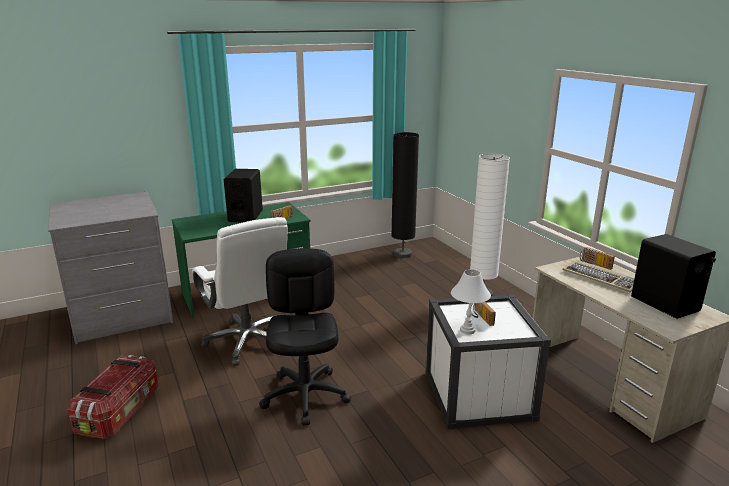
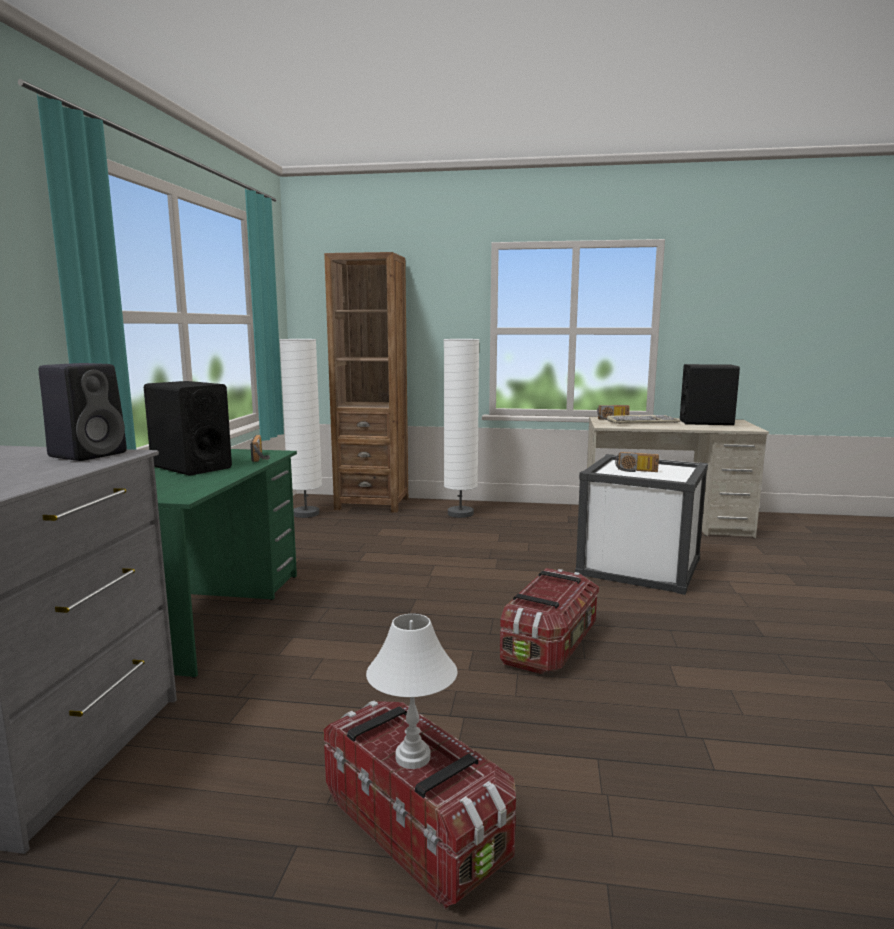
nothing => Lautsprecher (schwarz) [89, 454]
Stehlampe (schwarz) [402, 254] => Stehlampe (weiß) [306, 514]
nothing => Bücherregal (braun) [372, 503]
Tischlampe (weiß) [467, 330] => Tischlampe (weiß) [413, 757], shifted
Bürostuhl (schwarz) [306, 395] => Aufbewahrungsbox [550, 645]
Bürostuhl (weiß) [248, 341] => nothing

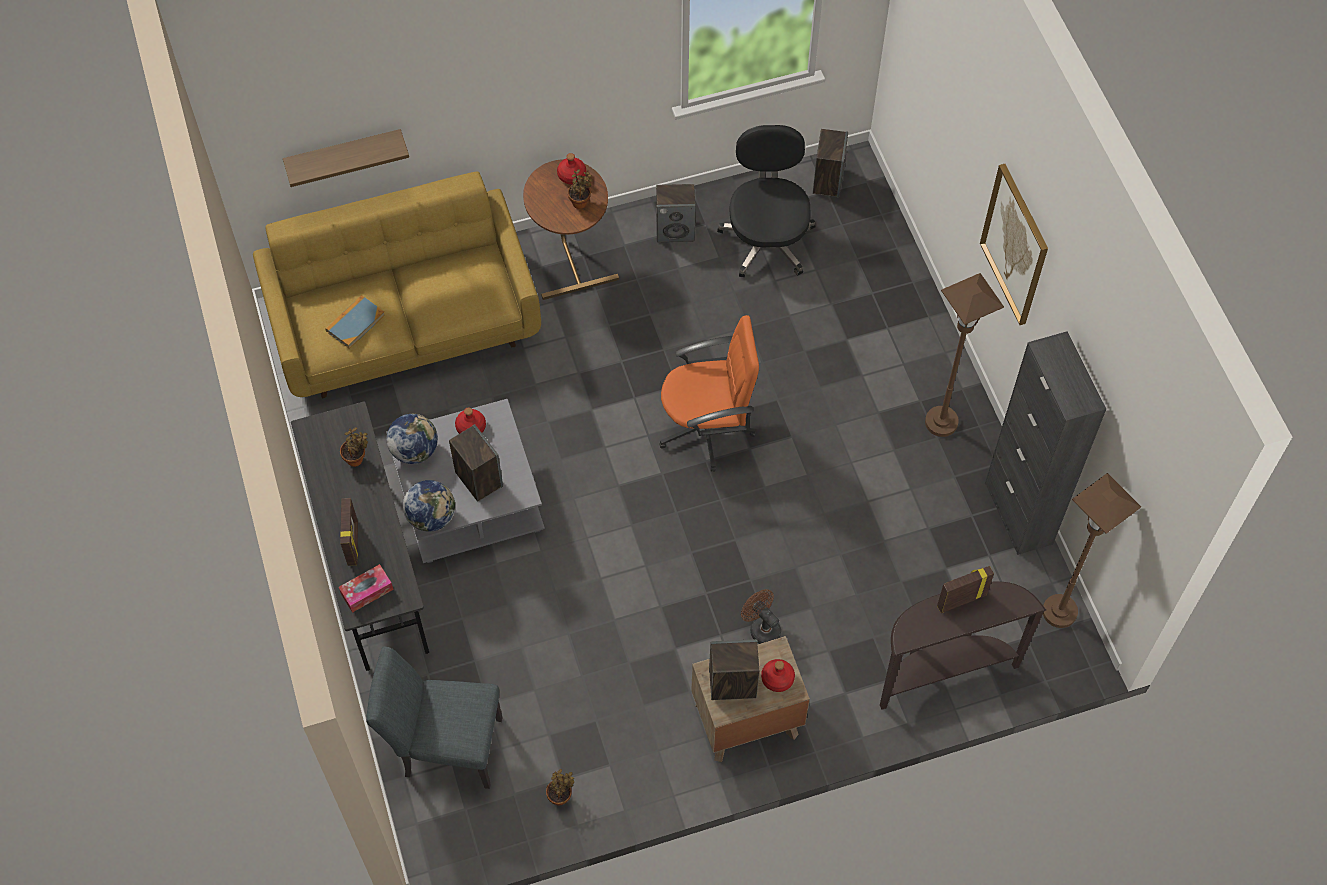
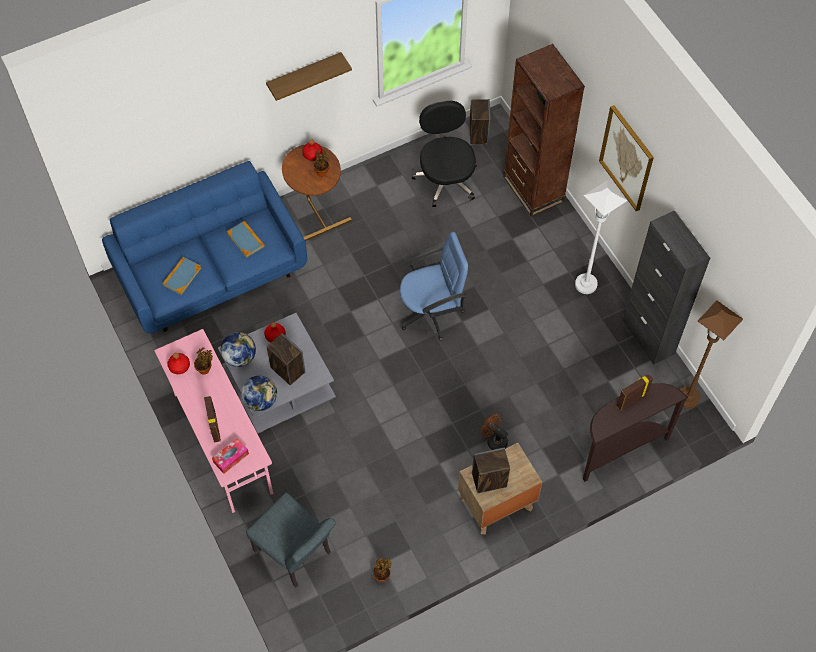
Sofa (gelb) [405, 324] => Sofa (blau) [211, 272]
Schreibtisch (grau) [371, 568] => Schreibtisch (rosa) [222, 443]
Flasche (rot) [777, 679] => Flasche (rot) [179, 366], shifted
nothing => Buch [246, 240]
Stuhl (grau) [444, 746] => Stuhl (grau) [296, 555], 135 degrees counterclockwise
Wandregal [344, 155] => Wandregal [304, 76], shifted
Bürostuhl (orange) [707, 428] => Bürostuhl (blau) [431, 312]
nothing => Bücherregal (braun) [533, 189]
Stehlampe (braun) [941, 422] => Stehlampe (weiß) [586, 284]
Lautsprecher [675, 230] => nothing

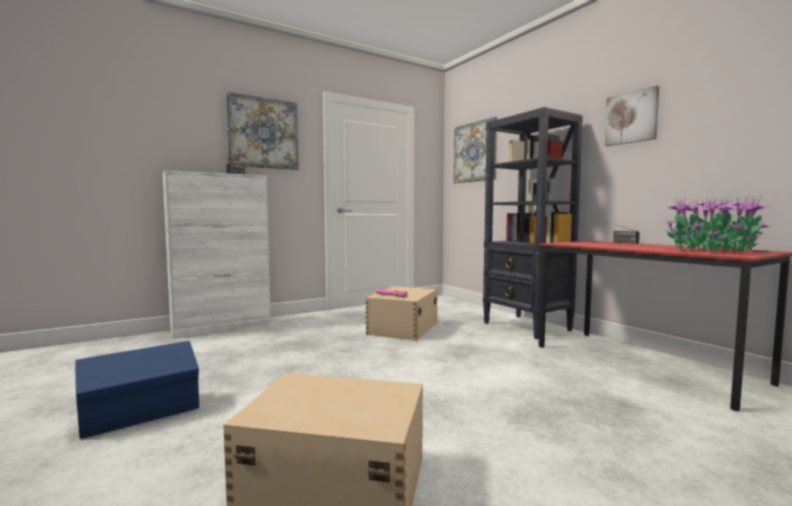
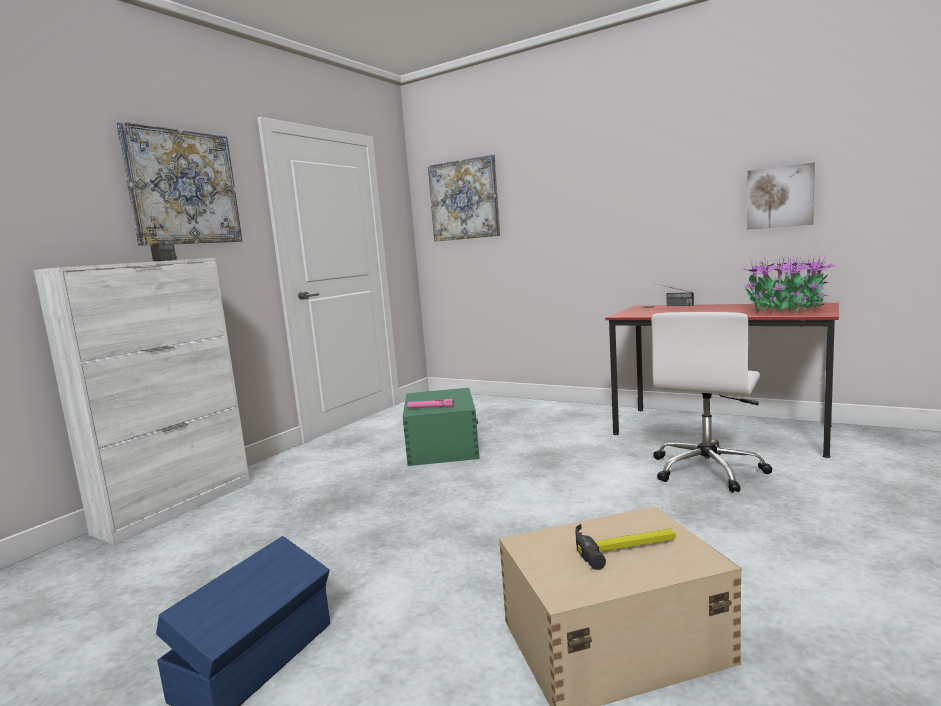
Aufbewahrungsbox (beige) [402, 328] => Aufbewahrungsbox (grün) [442, 447]
nothing => Hammer [625, 546]
nothing => Bürostuhl (weiß) [707, 470]
Bild [631, 118] => Bild [780, 197], shifted
Bücherregal (schwarz) [527, 327] => nothing

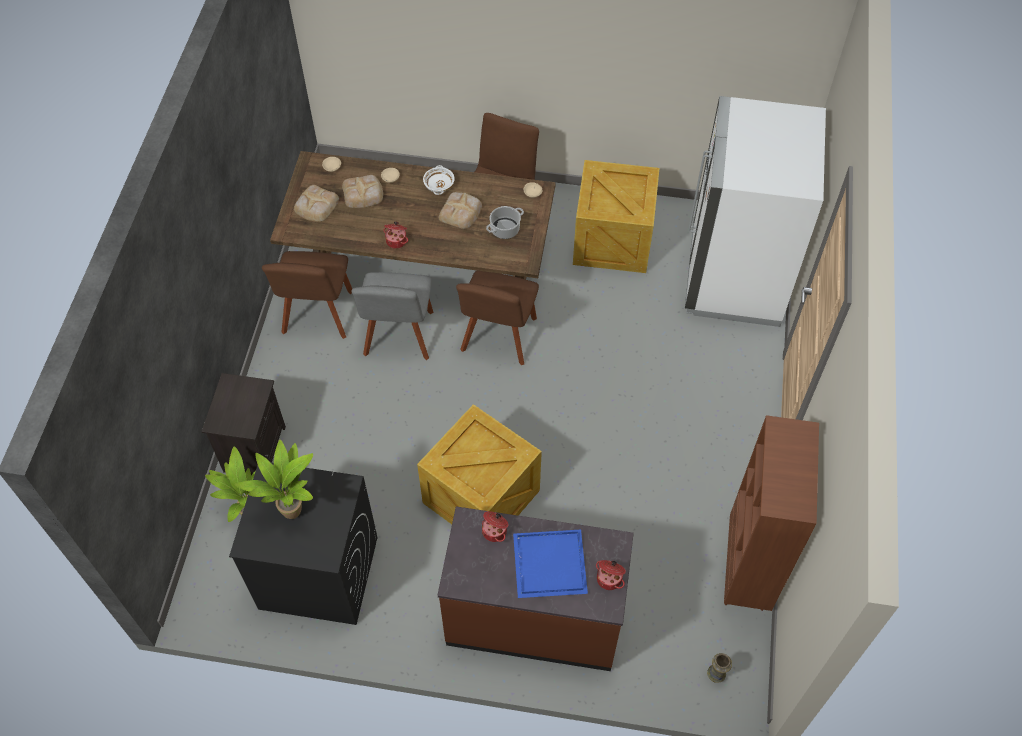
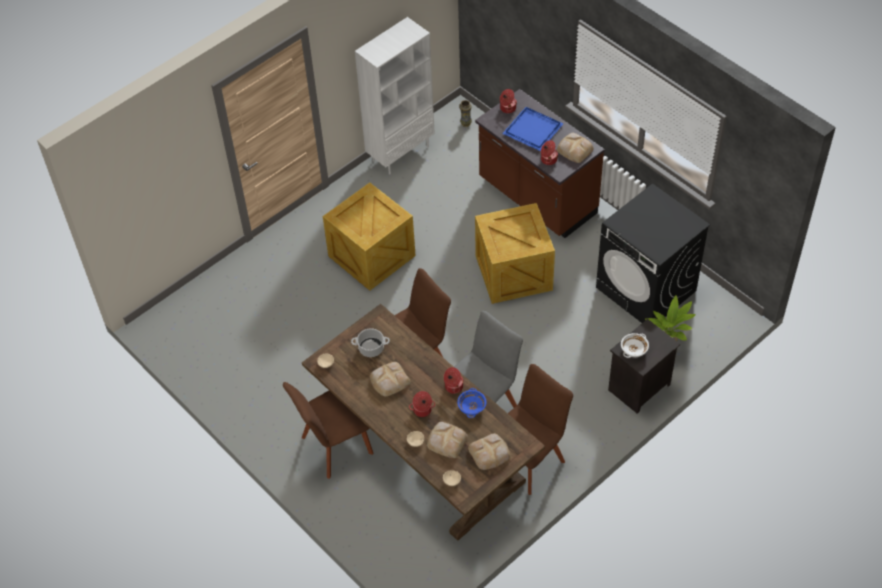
Kiste [613, 241] => Kiste [372, 255], shifted
Bücherregal (braun) [747, 571] => Bücherregal (weiß) [400, 153]
nothing => Kochtopf [422, 410]
nothing => Schüssel (blau) [471, 406]
nothing => Brot [574, 149]
Schüssel (weiß) [439, 185] => Schüssel (weiß) [634, 350], shifted
Topfpflanze [292, 509] => nothing
Kühlschrank (weiß) [734, 277] => nothing

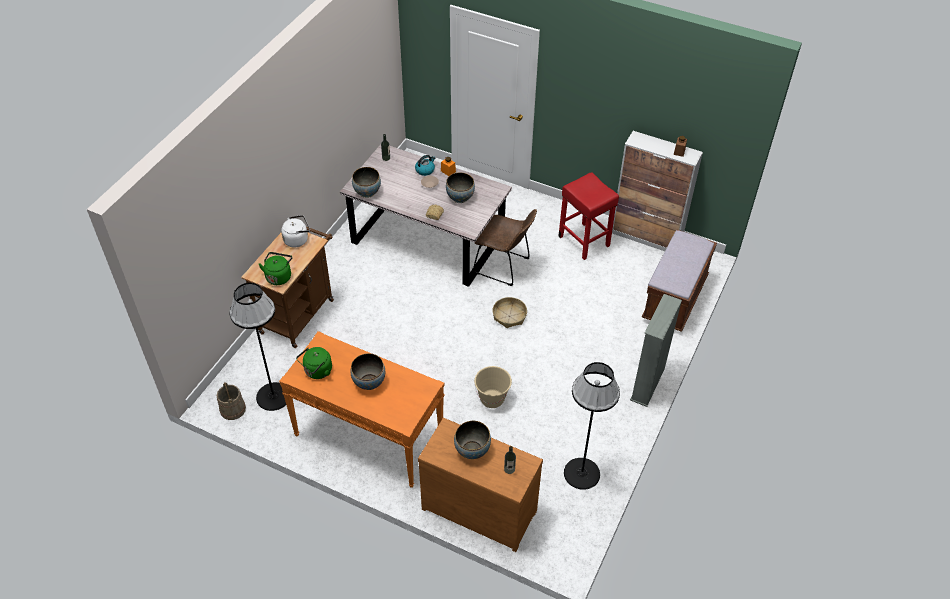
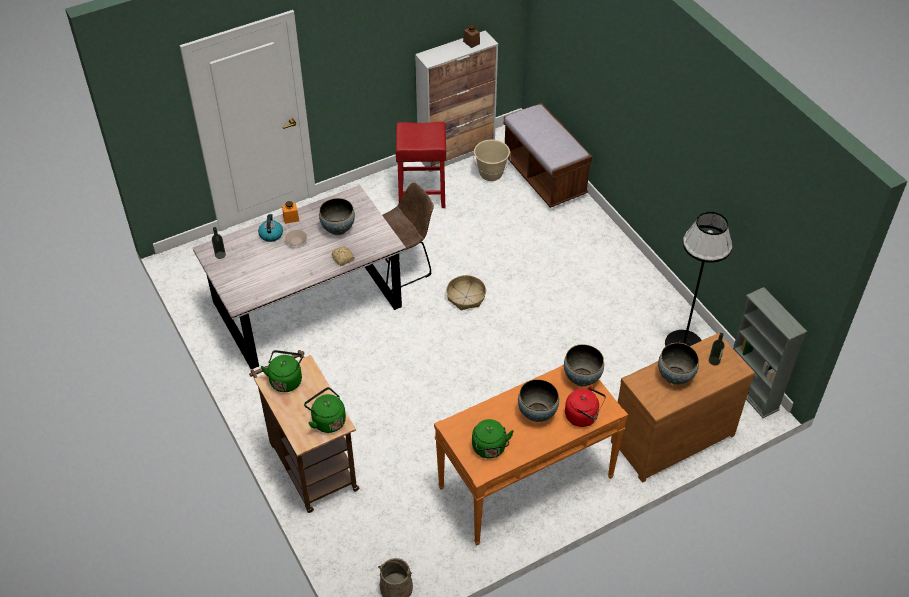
Wasserkessel (weiß) [297, 239] => Wasserkessel (grün) [286, 380]
Eimer (beige) [492, 399] => Eimer (beige) [491, 173], shifted
Schüssel [367, 192] => Schüssel [582, 378], shifted
nothing => Wasserkessel (rot) [583, 416]
Bücherregal (grau) [647, 384] => Bücherregal (grau) [751, 392], shifted
Stehlampe (schwarz) [273, 396] => nothing

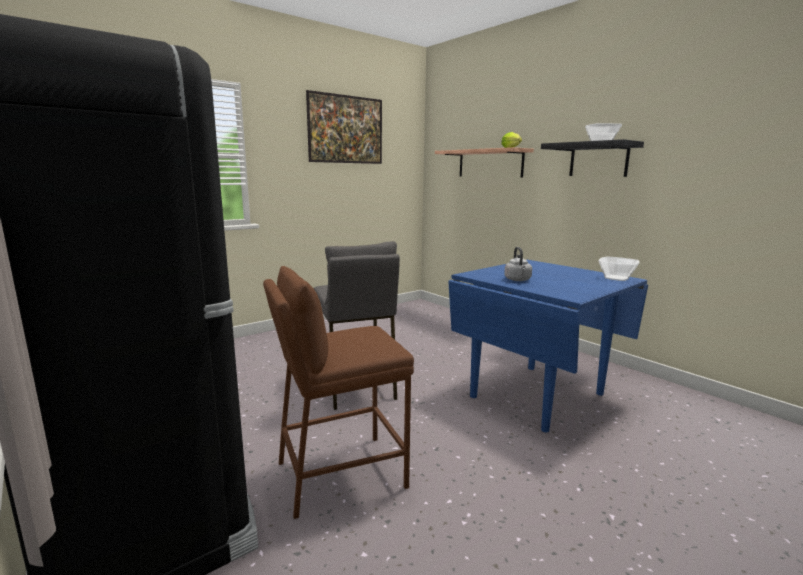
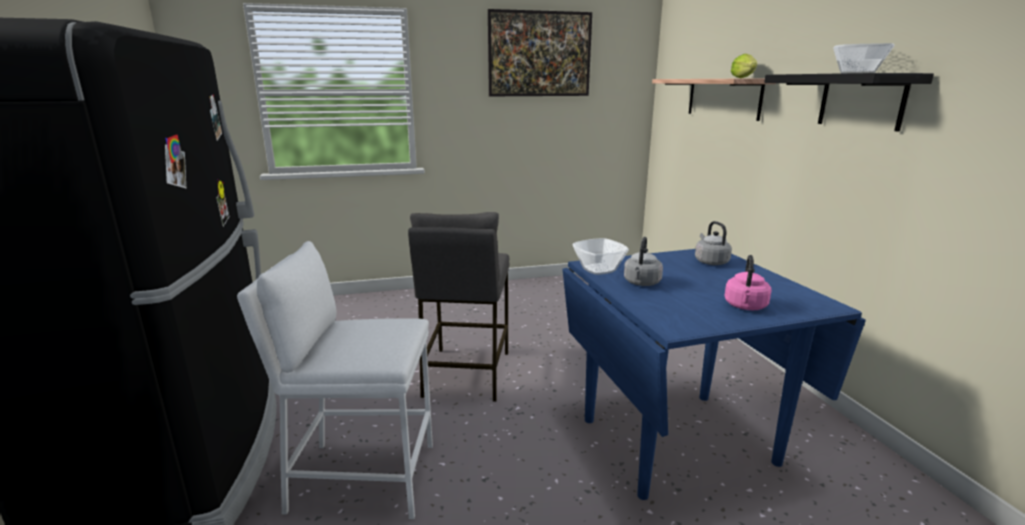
Hocker (braun) [340, 473] => Hocker (weiß) [363, 477]
Schüssel [616, 278] => Schüssel [598, 269], shifted
nothing => Wasserkessel (grau) [710, 261]
nothing => Wasserkessel (rosa) [745, 307]

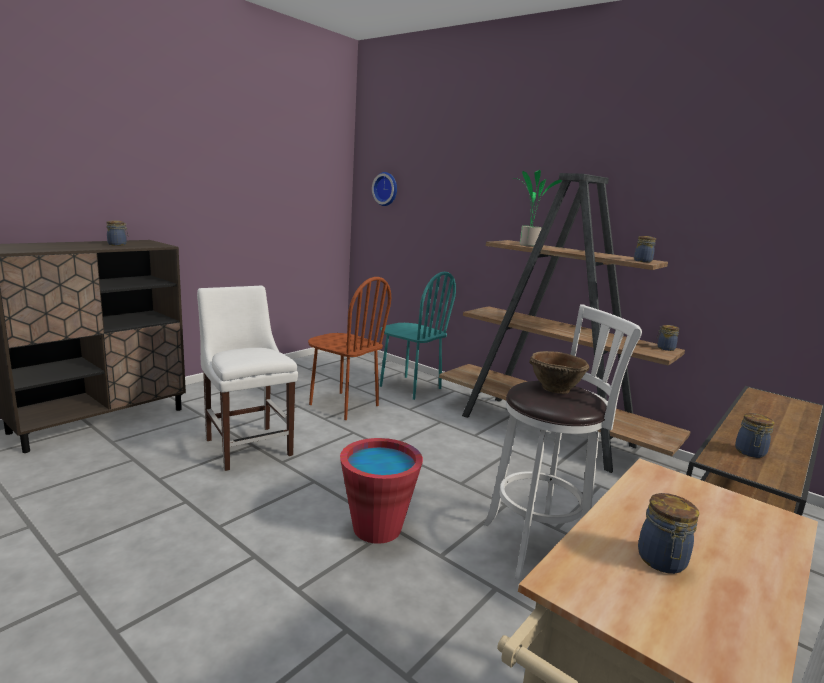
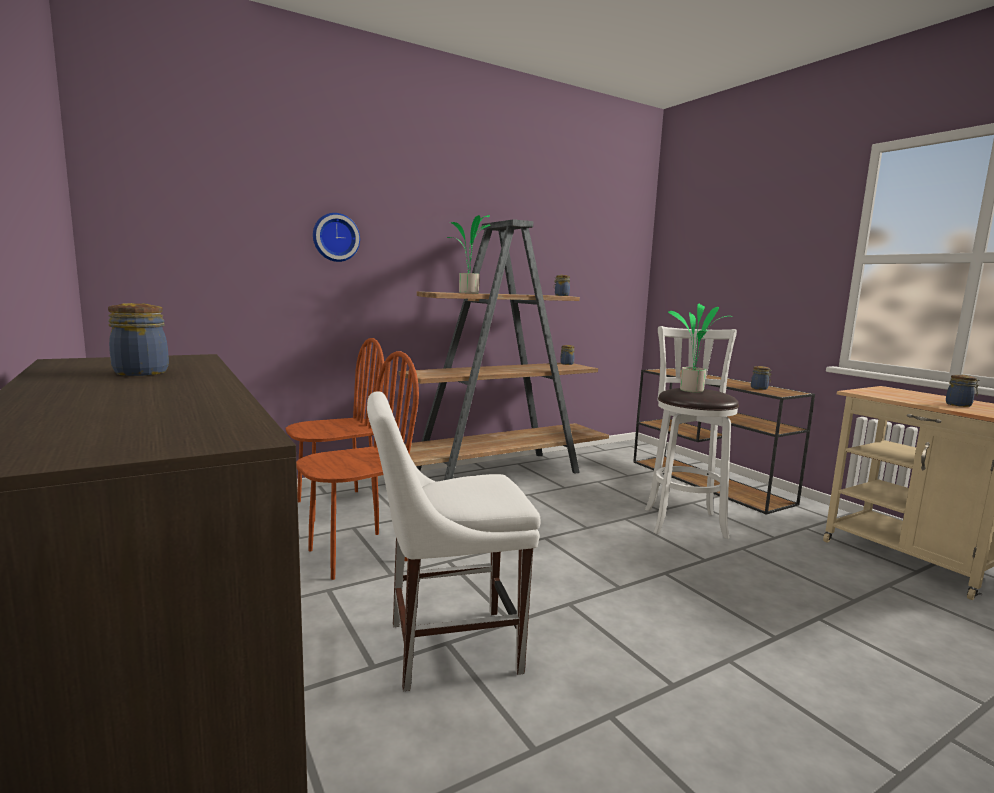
Stuhl (türkis) [410, 387] => Stuhl (braun) [336, 505]
Wanduhr [386, 189] => Wanduhr [335, 237], shifted
Schüssel (braun) [554, 388] => Topfpflanze [693, 390]
Eimer (rot) [377, 528] => nothing

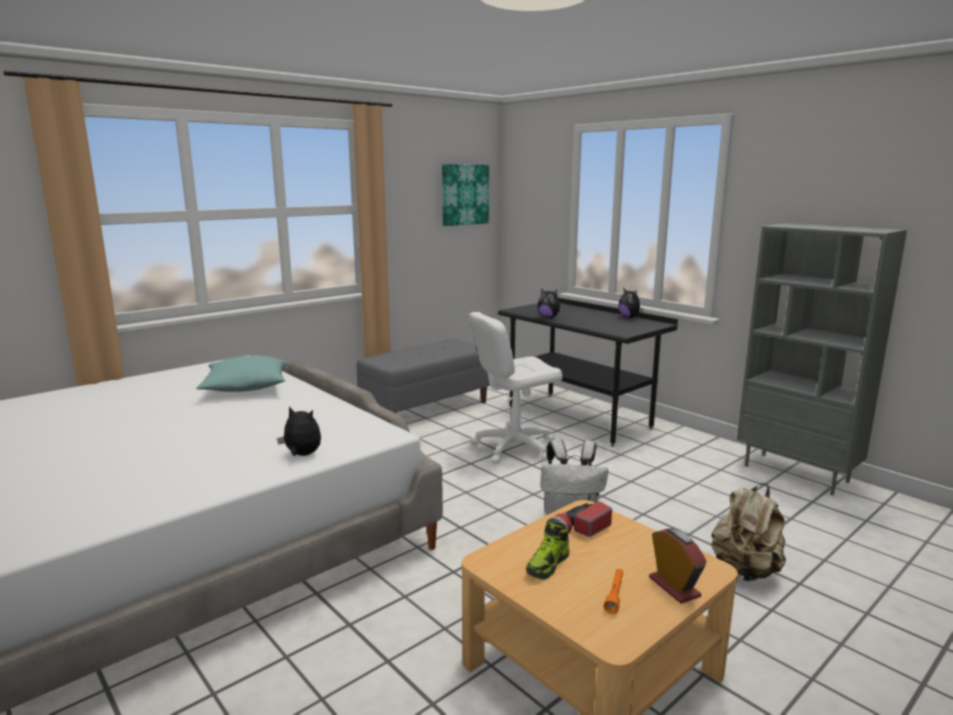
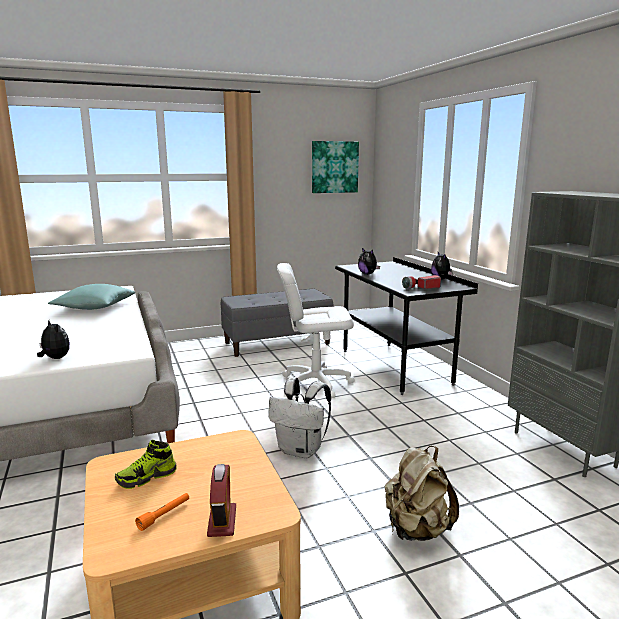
Taschenlampe [578, 530] => Taschenlampe [421, 287], shifted

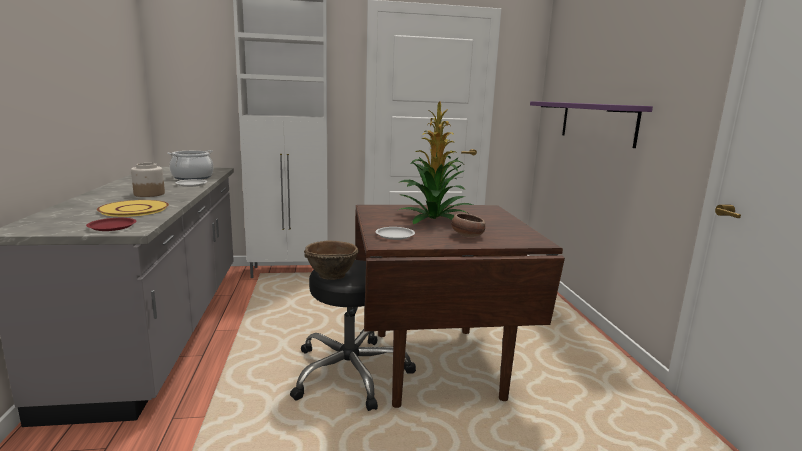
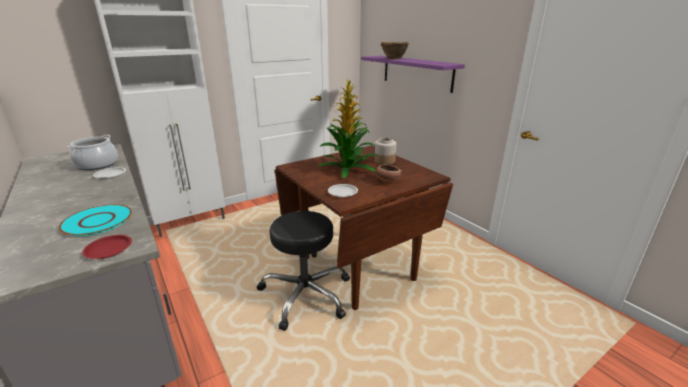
Teller (gelb) [134, 209] => Teller (türkis) [98, 221]
Vorratsglas [149, 194] => Vorratsglas [384, 161], shifted
Schüssel (braun) [331, 275] => Schüssel (braun) [393, 58], shifted

